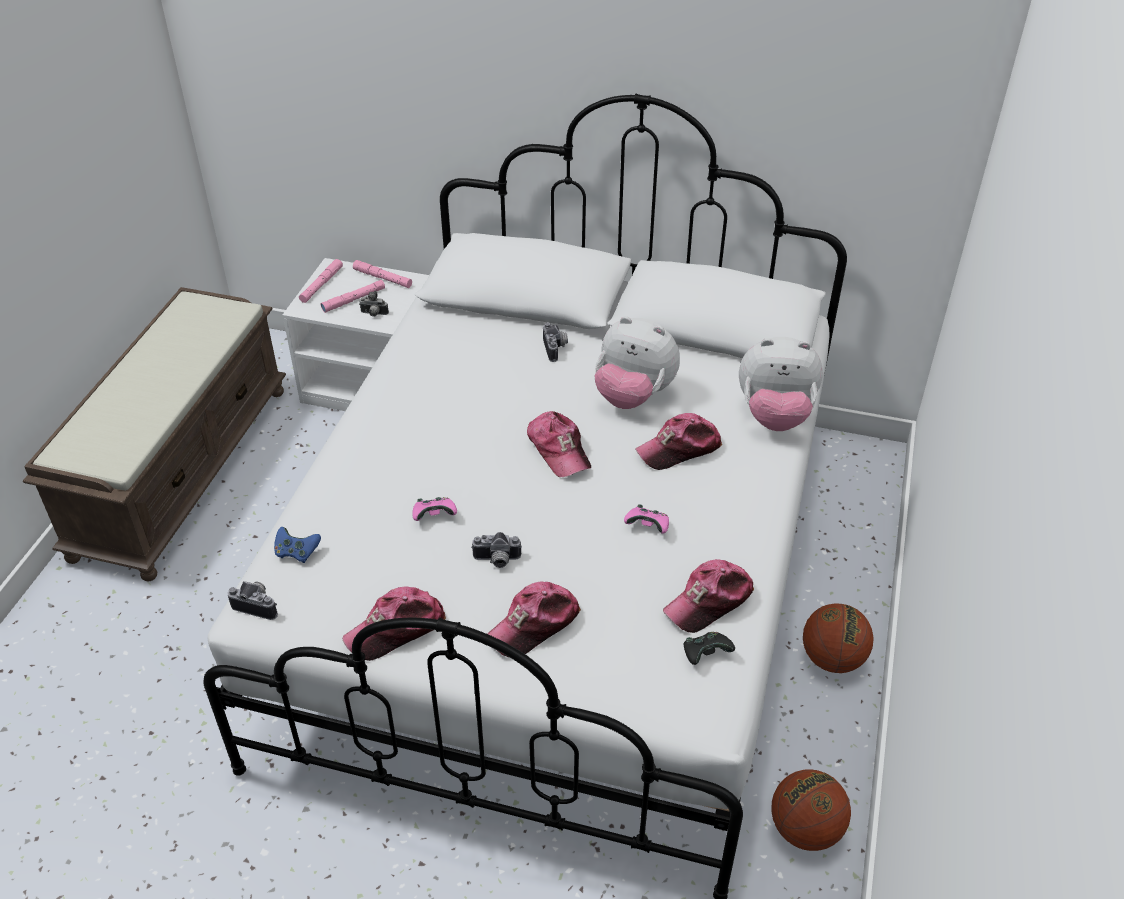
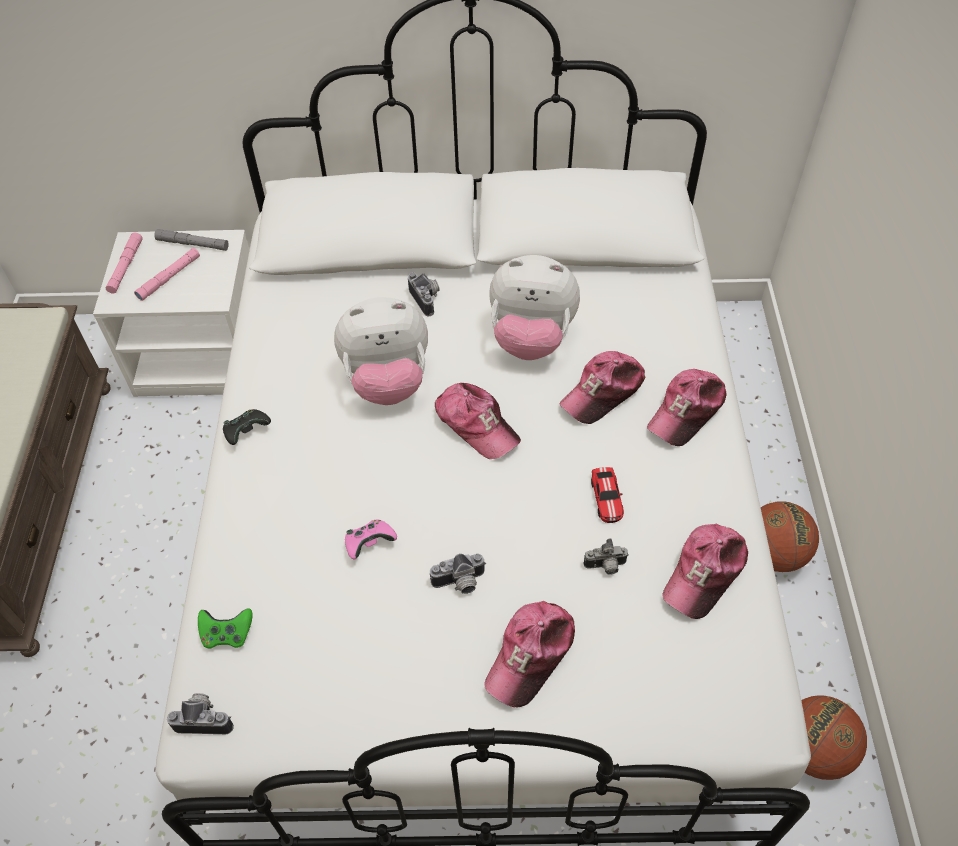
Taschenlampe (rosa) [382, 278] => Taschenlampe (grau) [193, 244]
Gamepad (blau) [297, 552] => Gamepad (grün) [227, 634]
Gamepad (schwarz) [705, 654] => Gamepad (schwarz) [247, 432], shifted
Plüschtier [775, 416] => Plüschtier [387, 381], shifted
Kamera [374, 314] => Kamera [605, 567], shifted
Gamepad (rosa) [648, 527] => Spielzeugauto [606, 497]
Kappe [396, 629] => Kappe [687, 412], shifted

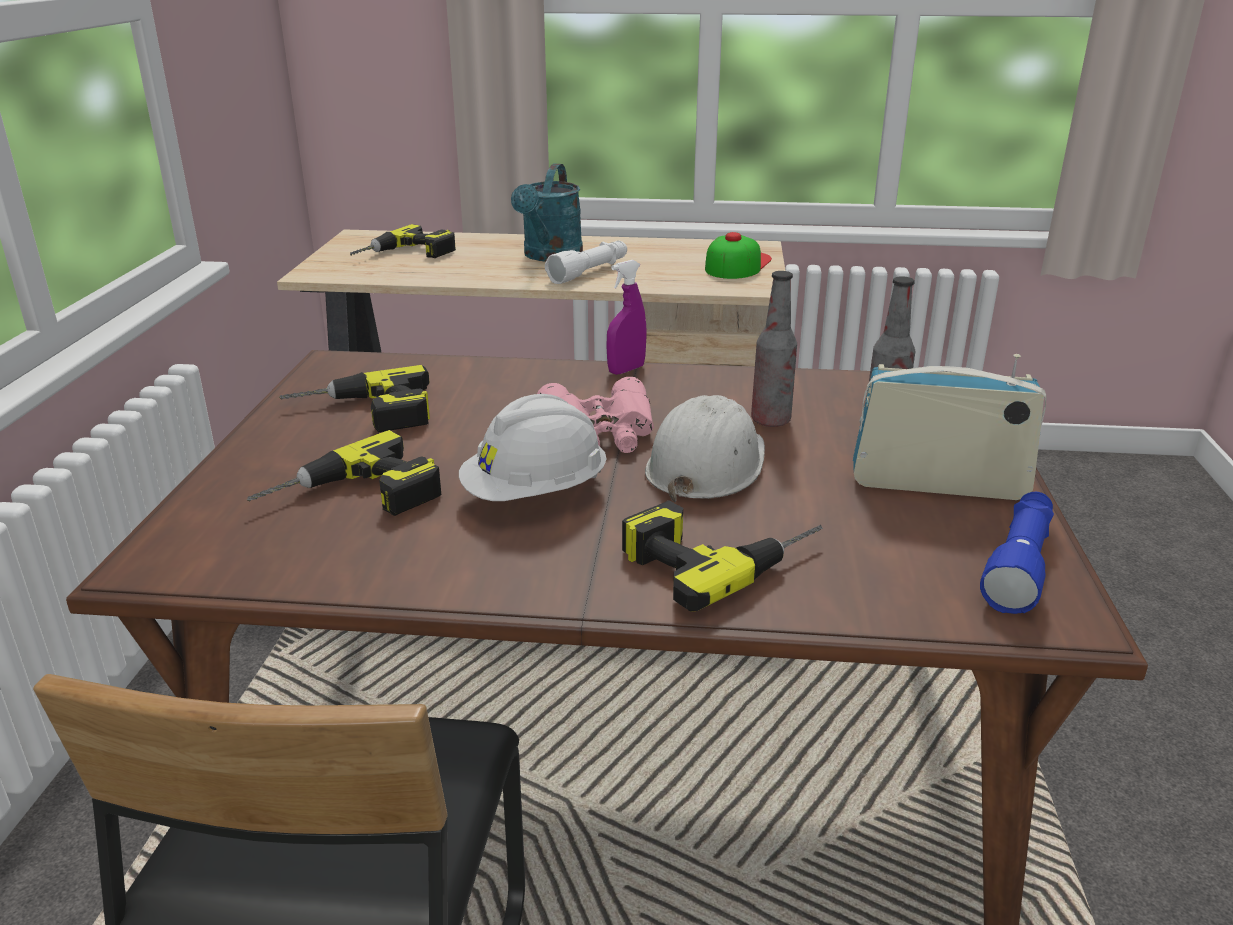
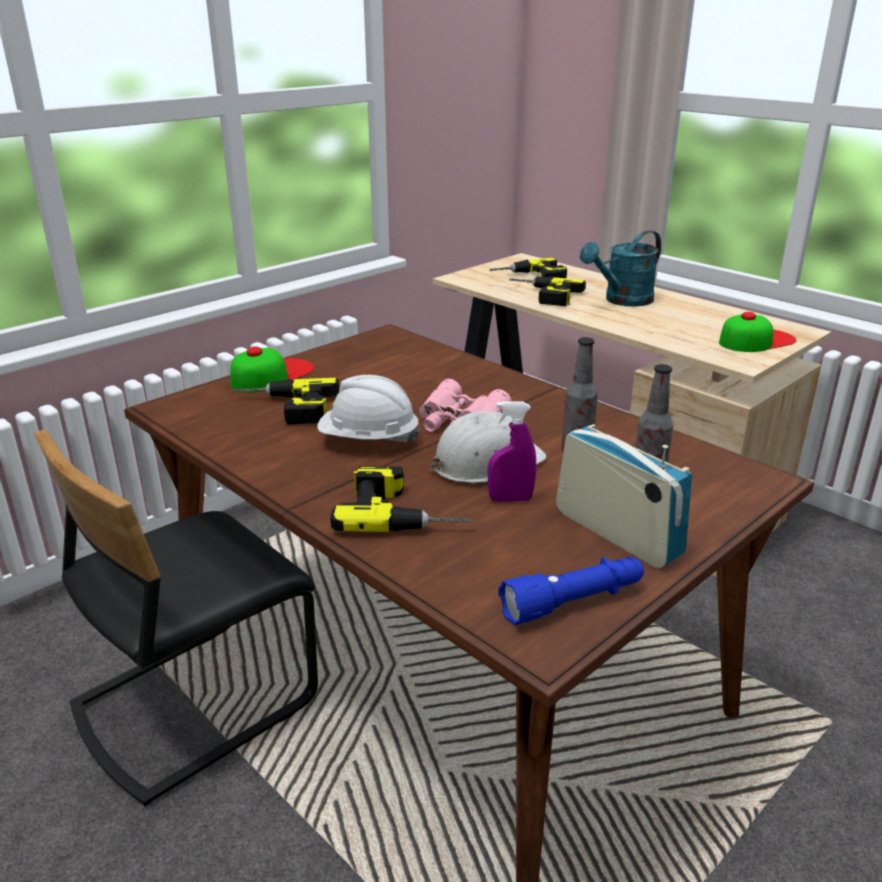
nothing => Kappe [272, 375]
Sprühflasche (lila) [626, 370] => Sprühflasche (lila) [510, 499], shifted
Bohrmaschine [362, 413] => Bohrmaschine [541, 295], shifted
Taschenlampe (weiß) [590, 272] => nothing

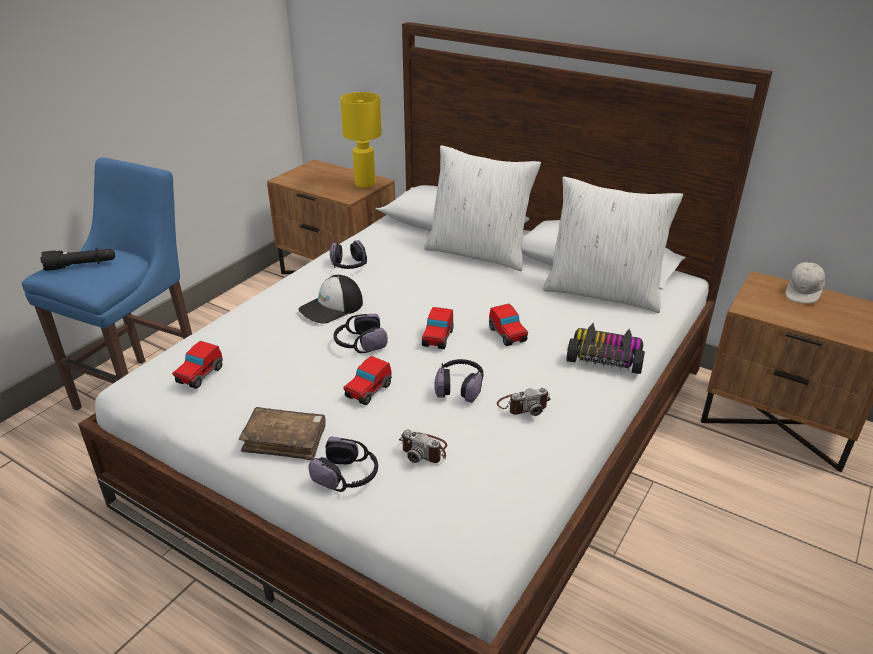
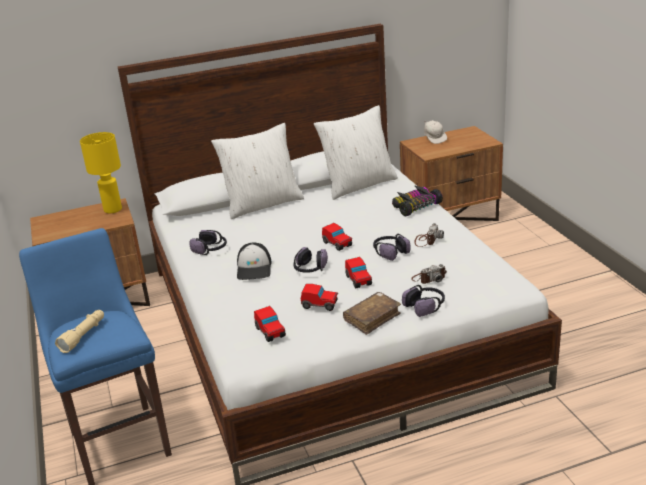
Taschenlampe (schwarz) [81, 266] => Taschenlampe (beige) [84, 336]
Spielzeugauto [507, 335] => Spielzeugauto [320, 305], shifted

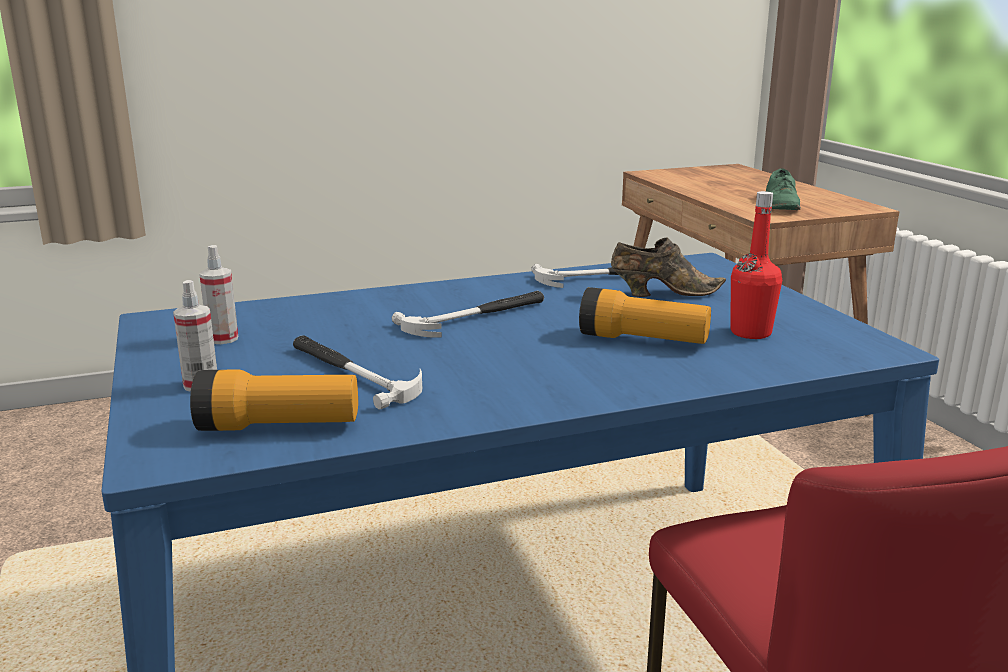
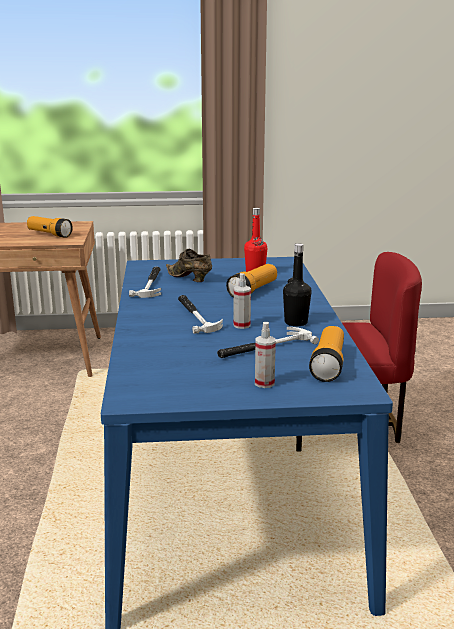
Schuh (grün) [781, 204] => Taschenlampe [49, 234]
Schuh (braun) [662, 294] => Schuh (braun) [189, 278], 60 degrees counterclockwise
Sprühflasche [223, 339] => Sprühflasche [242, 325], shifted
nothing => Flasche (schwarz) [296, 322]

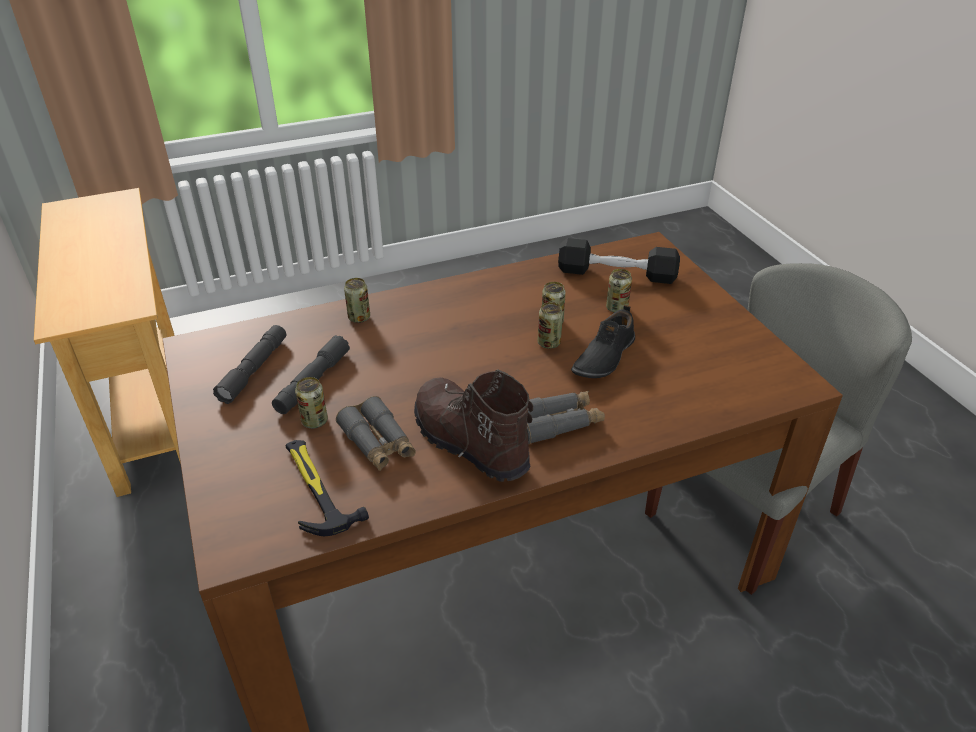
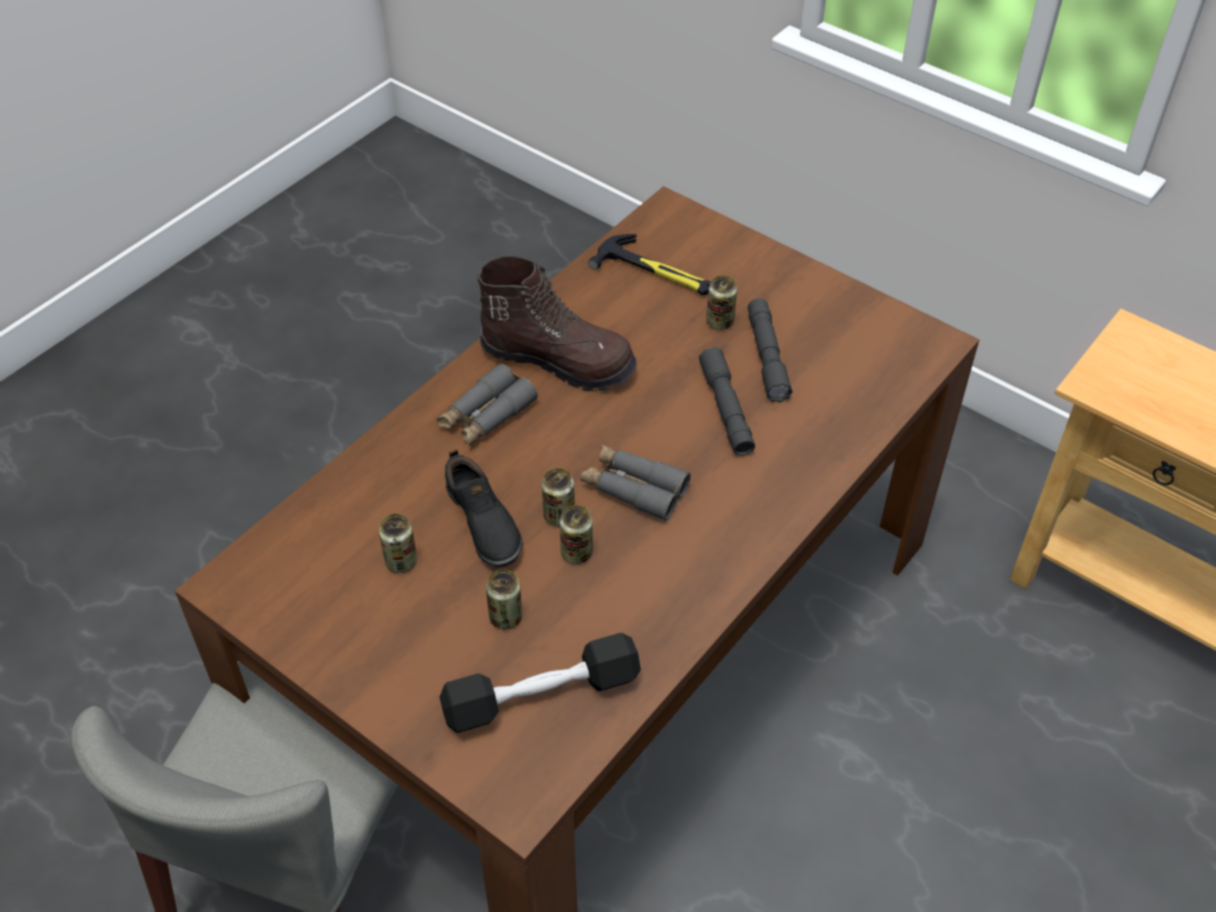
Dose [359, 317] => Dose [401, 562], shifted
Schuh (schwarz) [603, 357] => Schuh (schwarz) [482, 523], 150 degrees clockwise
Fernglas (grau) [378, 443] => Fernglas (grau) [634, 488], shifted
Taschenlampe (grau) [254, 370] => Taschenlampe (grau) [726, 409], shifted

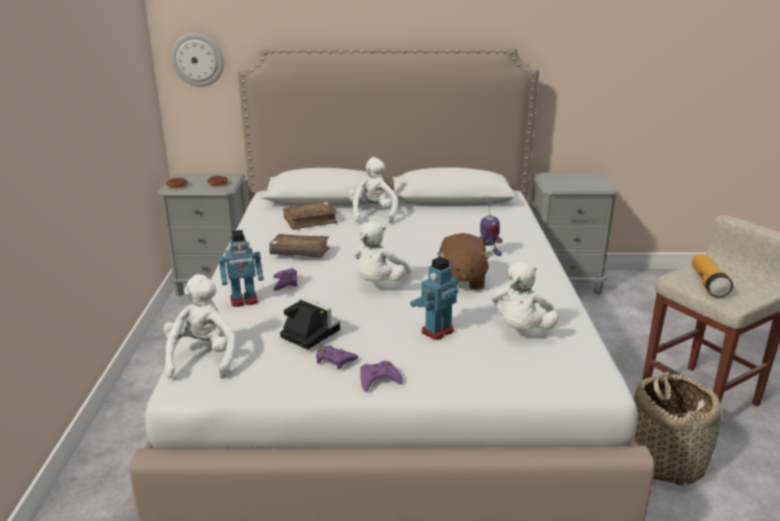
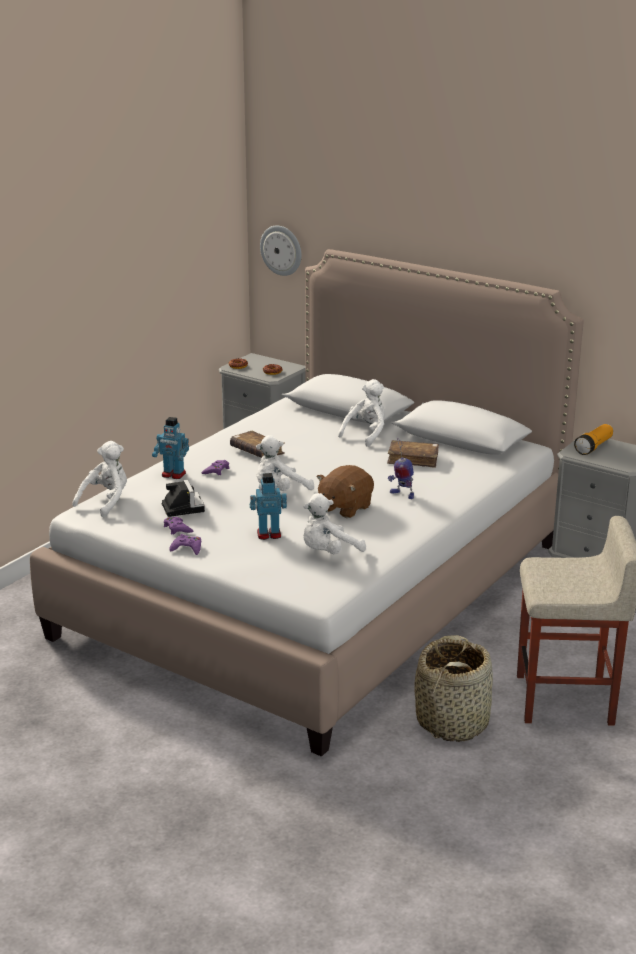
Buch (braun) [310, 221] => Buch (braun) [413, 459], shifted
Taschenlampe [708, 284] => Taschenlampe [594, 447], shifted

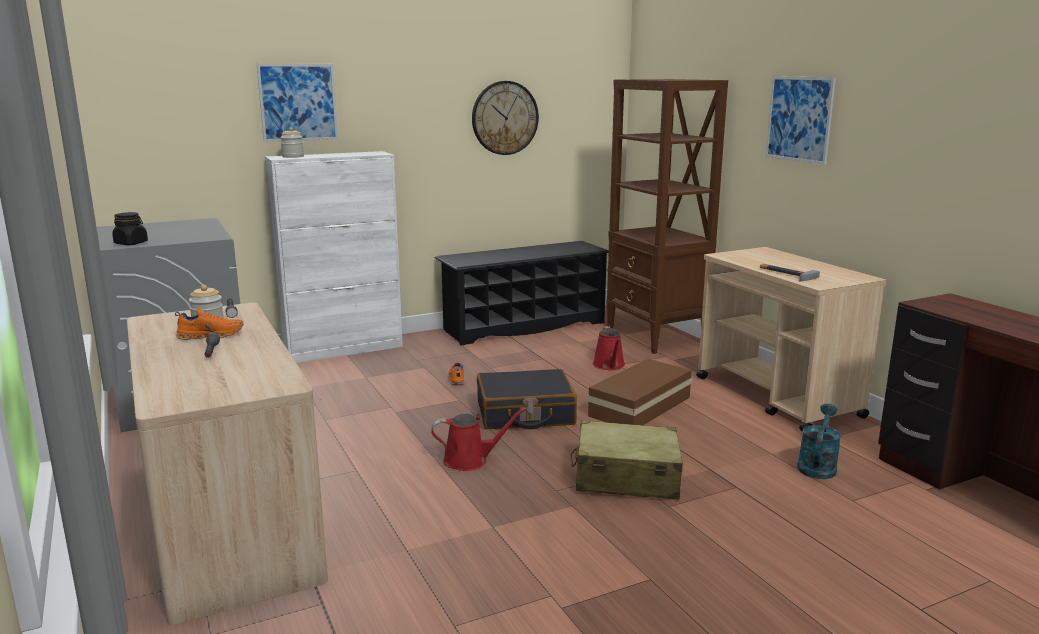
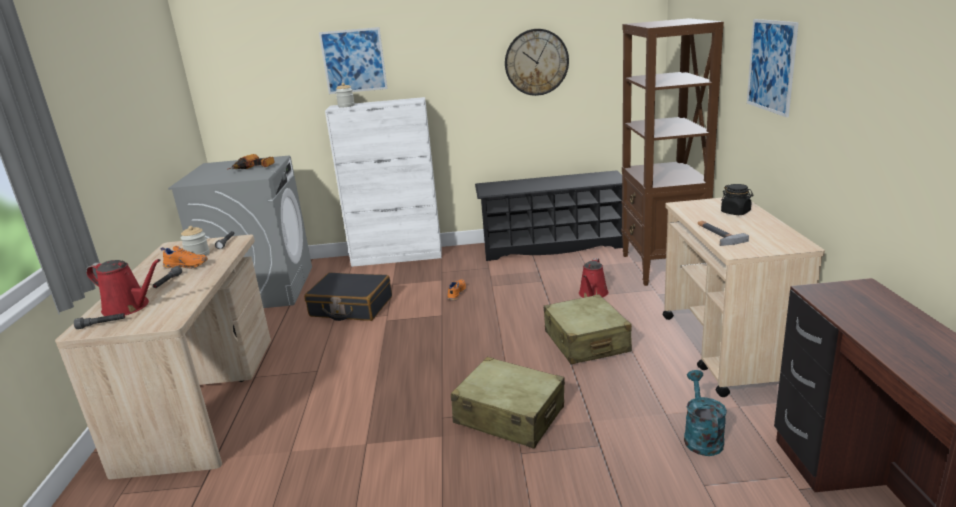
nothing => Taschenlampe (grau) [102, 324]
Gießkanne (rot) [470, 460] => Gießkanne (rot) [129, 307], shifted
nothing => Bohrmaschine [254, 168]
Koffer (schwarz) [525, 414] => Koffer (schwarz) [351, 307], shifted
Aufbewahrungsbox (braun) [642, 406] => Koffer (beige) [586, 342]
Gießkanne (türkis) [817, 466] => Gießkanne (türkis) [701, 437], 45 degrees counterclockwise
Vorratsglas (schwarz) [131, 243] => Vorratsglas (schwarz) [735, 212], shifted

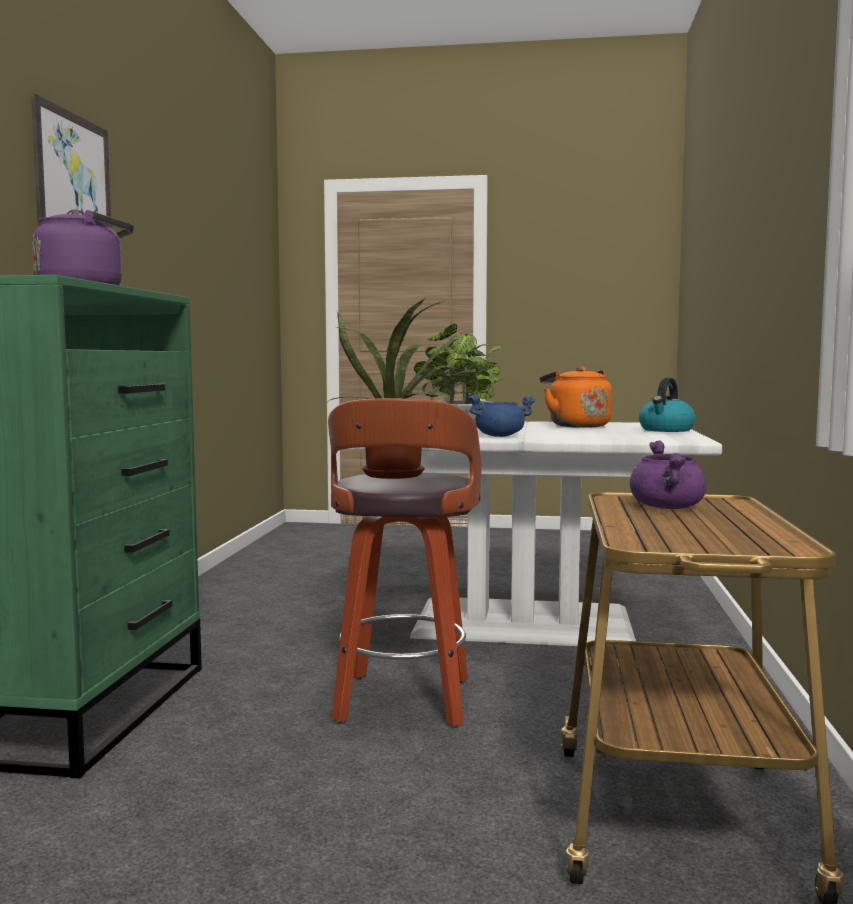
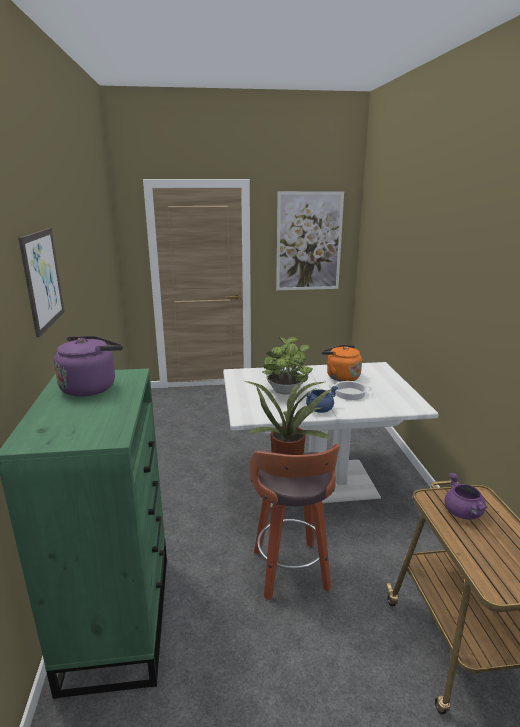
nothing => Bild [309, 242]
nothing => Kochtopf [350, 393]
Wasserkessel [666, 430] => nothing

